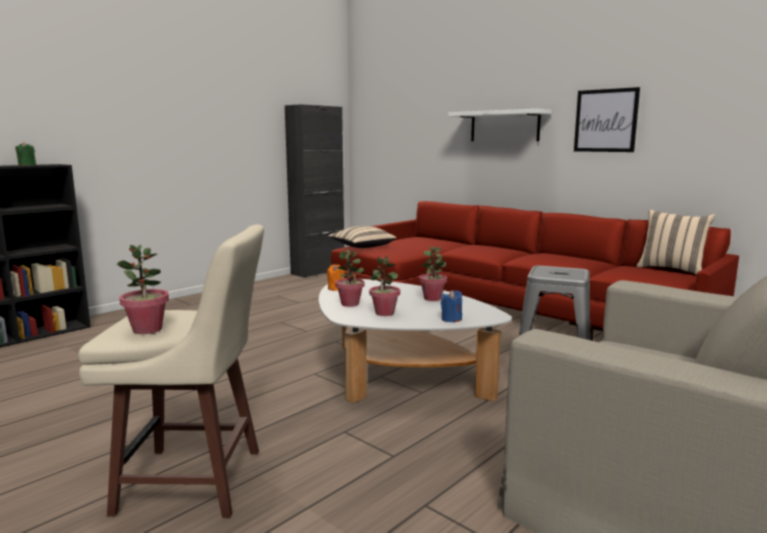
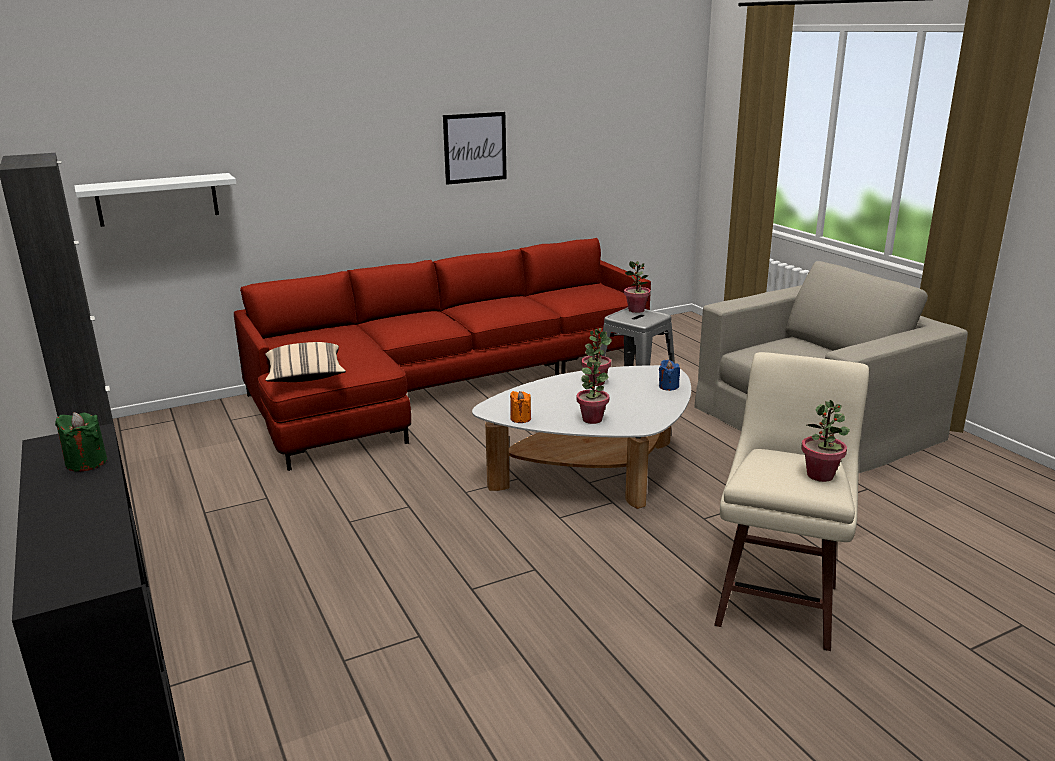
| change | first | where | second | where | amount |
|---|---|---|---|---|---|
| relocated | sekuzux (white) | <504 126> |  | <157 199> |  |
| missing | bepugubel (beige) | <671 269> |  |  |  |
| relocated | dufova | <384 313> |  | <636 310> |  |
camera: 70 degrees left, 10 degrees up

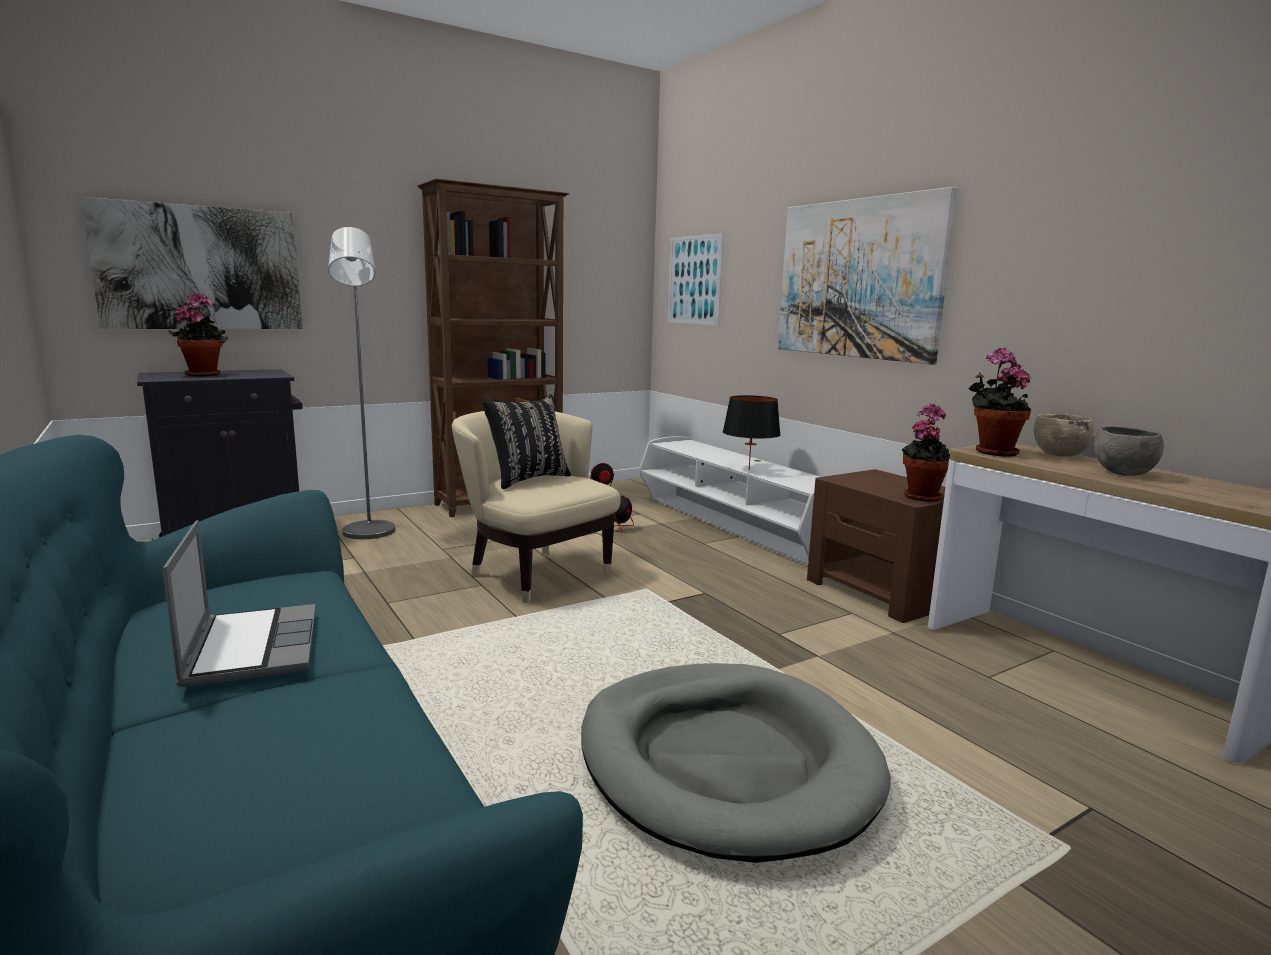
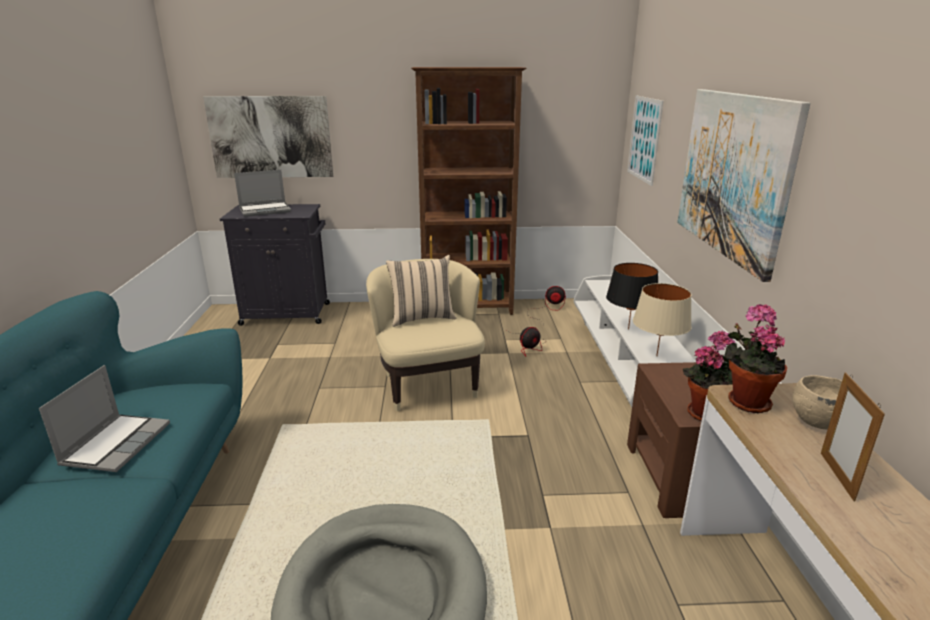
| change | first | where | second | where | amount |
|---|---|---|---|---|---|
| missing | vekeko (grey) | <369 534> |  |  |  |
| exchanged | dufova | <204 374> | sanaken | <266 210> |  |
| colour | bepugubel (black) | <527 479> | bepugubel (beige) | <422 318> |  |
| exchanged | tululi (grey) | <1123 474> | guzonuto | <837 476> |  |
| appeared |  |  | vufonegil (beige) | <656 356> |  |
camera: 30 degrees right, 10 degrees up

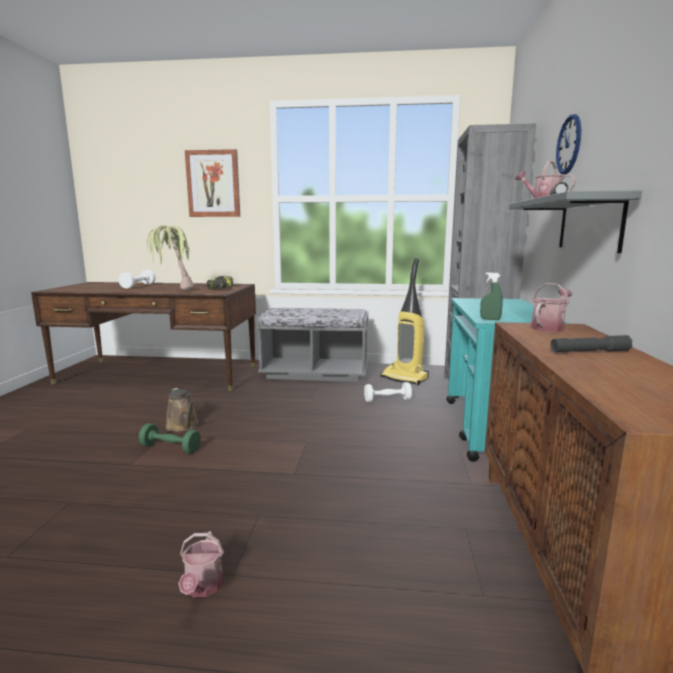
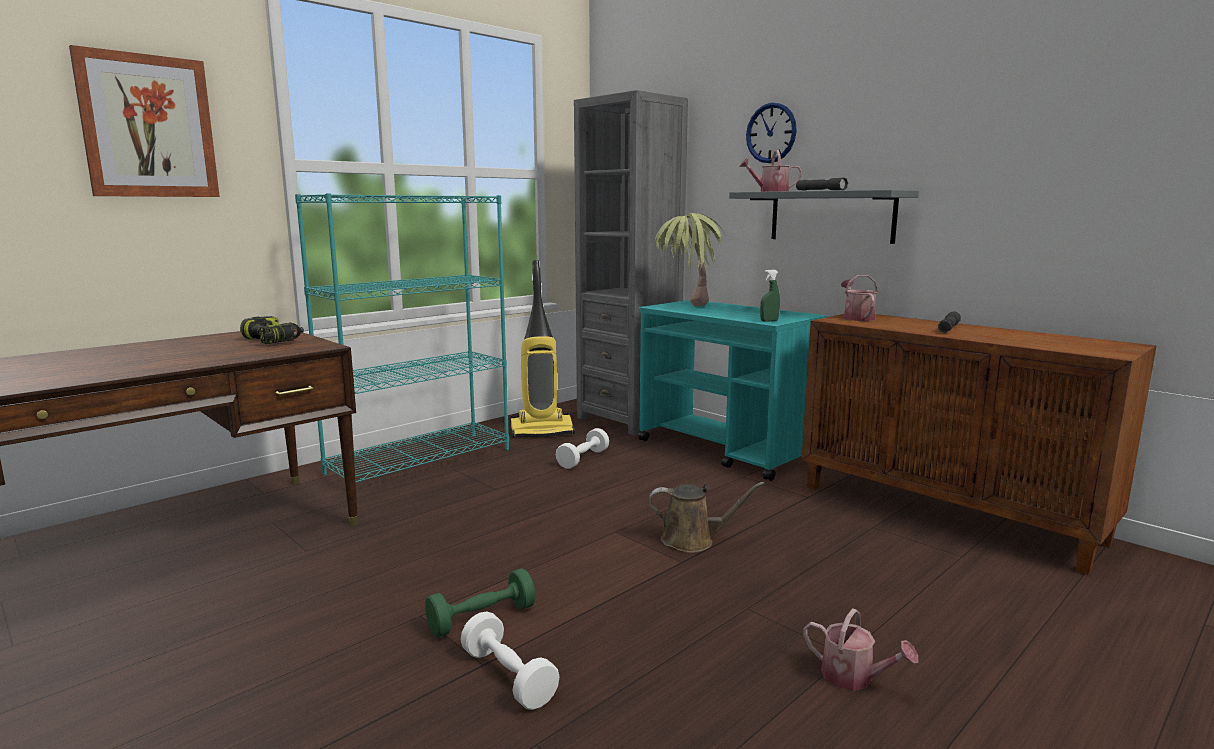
| change | first | where | second | where | amount |
|---|---|---|---|---|---|
| relocated | dufova | <172 290> |  | <686 308> |  |
| relocated | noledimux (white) | <138 286> |  | <508 677> |  |
| exchanged | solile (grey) | <315 373> | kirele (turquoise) | <421 461> |  |
| relocated | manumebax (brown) | <183 426> |  | <693 541> |  |
camera: 50 degrees left, 0 degrees up

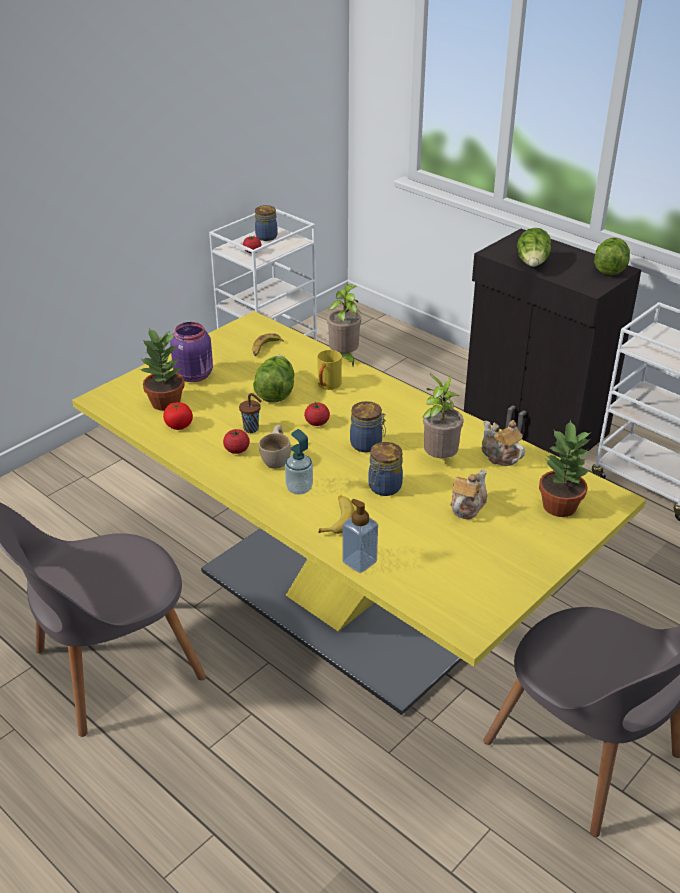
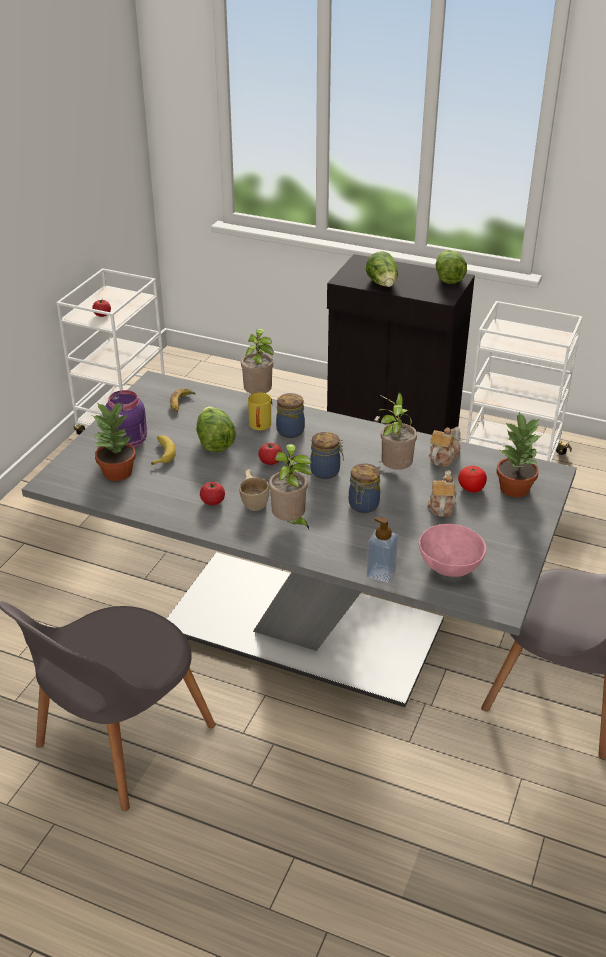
| change | first | where | second | where | amount |
|---|---|---|---|---|---|
| relocated | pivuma | <267 236> |  | <290 430> |  |
| colour | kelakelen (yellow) | <339 603> | kelakelen (grey) | <302 626> |  |
| missing | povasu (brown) | <252 429> |  |  |  |
| relocated | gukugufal | <179 425> |  | <471 488> |  |
| spun | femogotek | <500 456> |  | <443 457> | 90 degrees clockwise |
| exchanged | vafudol | <299 488> | dufova | <290 523> |  |
| relocated | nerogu | <337 519> |  | <162 453> |  |
| appeared |  |  | tululi (pink) | <448 566> |  |
camera: 20 degrees left, 0 degrees up

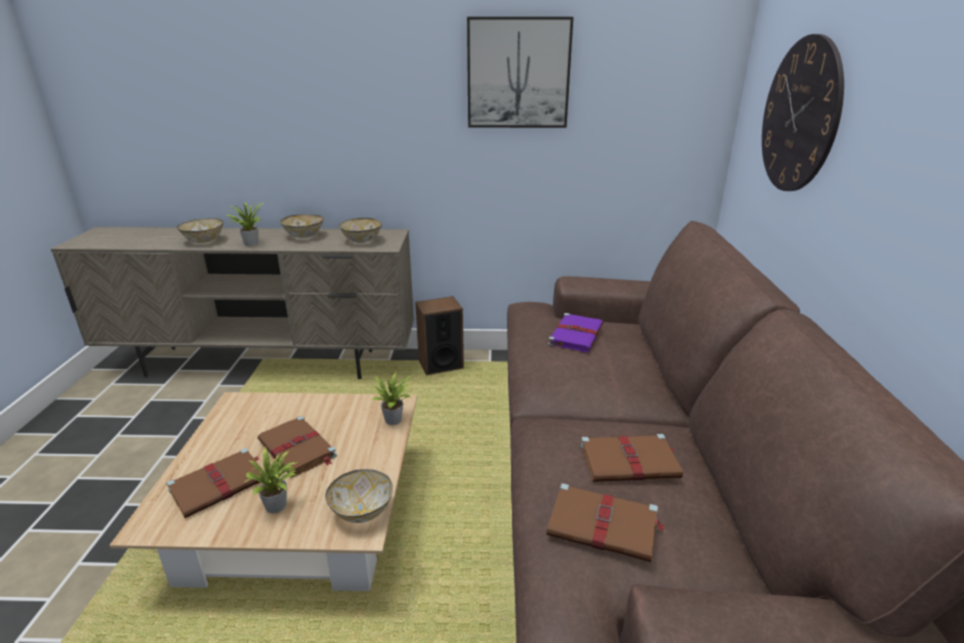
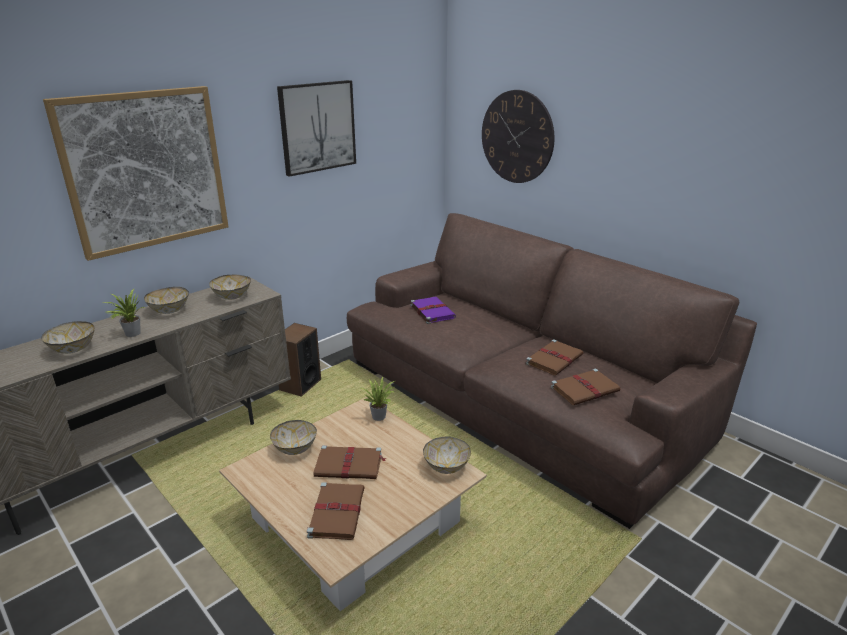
| change | first | where | second | where | amount |
|---|---|---|---|---|---|
| missing | dufova | <278 506> |  |  |  |
| appeared |  |  | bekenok | <146 170> |  |
| appeared |  |  | tululi | <295 448> |  |
camera: 45 degrees left, 0 degrees up

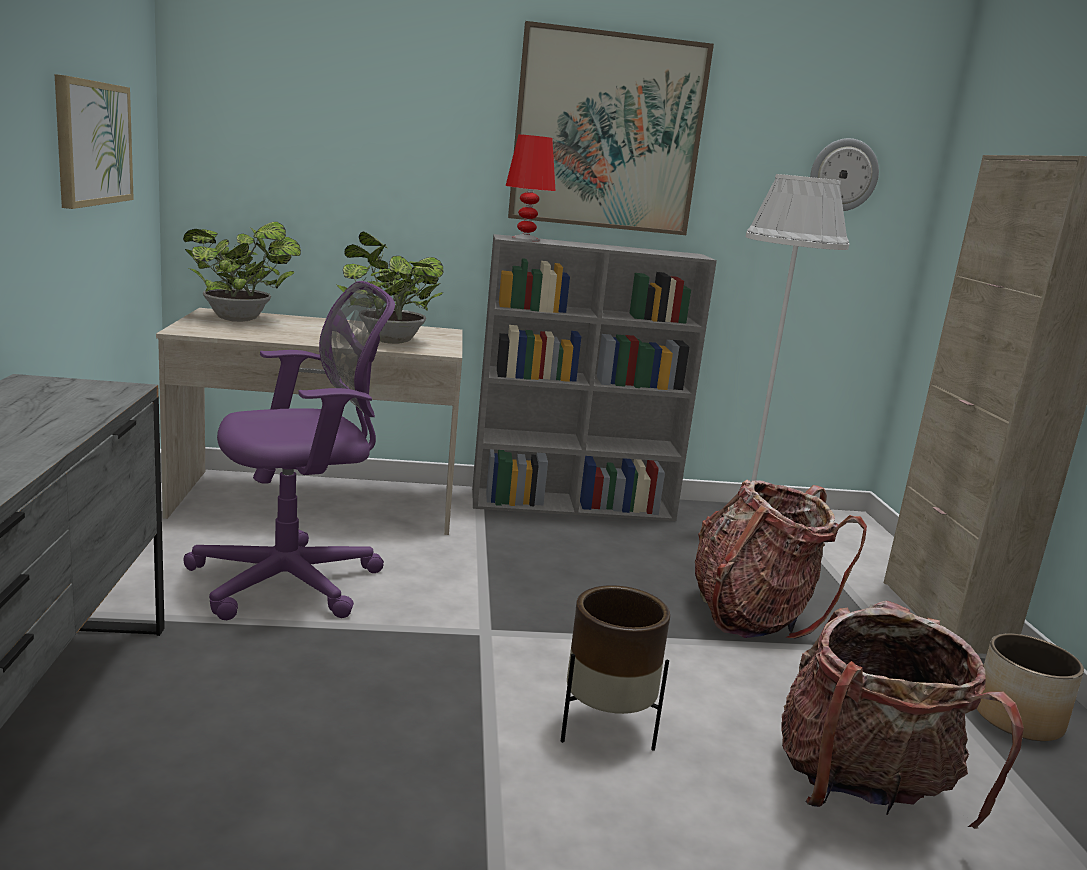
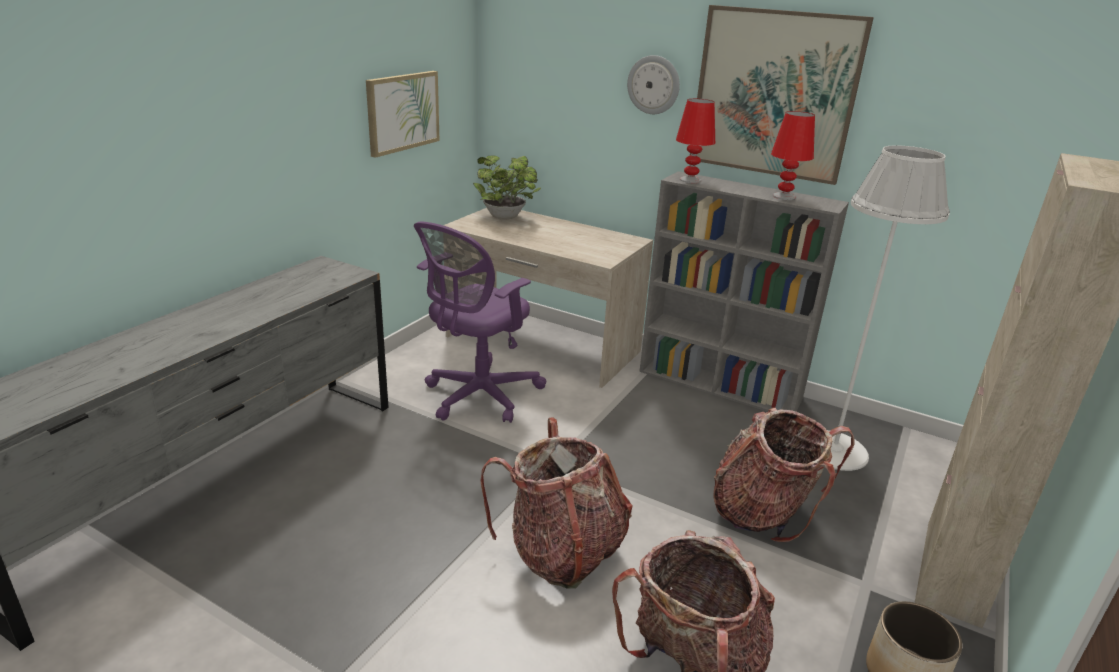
| change | first | where | second | where | amount |
|---|---|---|---|---|---|
| relocated | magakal | <843 175> |  | <653 85> |  |
| missing | dufova | <387 340> |  |  |  |
| spun | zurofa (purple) | <295 581> |  | <478 397> | 120 degrees clockwise |
| exchanged | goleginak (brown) | <605 729> | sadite | <561 552> |  |
| appeared |  |  | vufonegil (red) | <784 196> |  |
camera: 35 degrees right, 10 degrees up

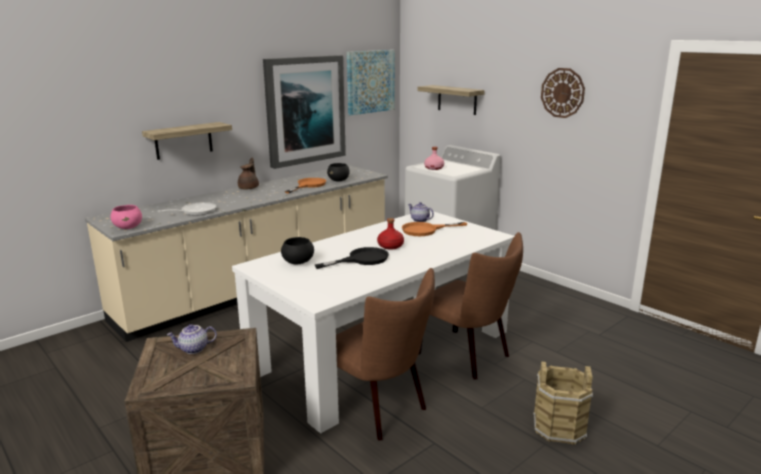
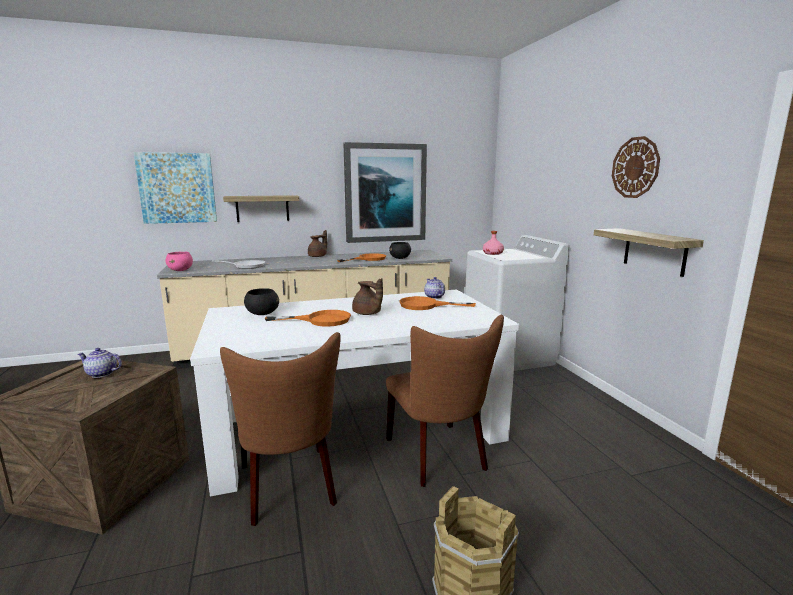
| change | first | where | second | where | amount |
|---|---|---|---|---|---|
| relocated | bekenok | <370 81> |  | <177 188> |  |
| relocated | sekuzux | <457 100> |  | <654 251> |  |
| exchanged | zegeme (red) | <390 246> | femogotek (brown) | <367 313> |  |
| colour | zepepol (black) | <361 259> | zepepol (orange) | <320 320> |  |
camera: 25 degrees right, 5 degrees down

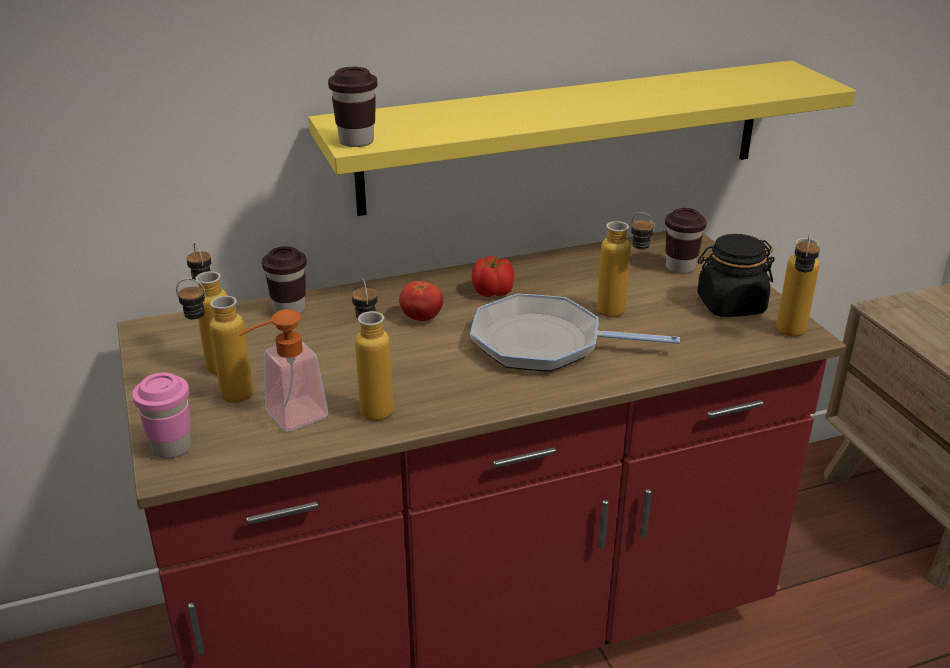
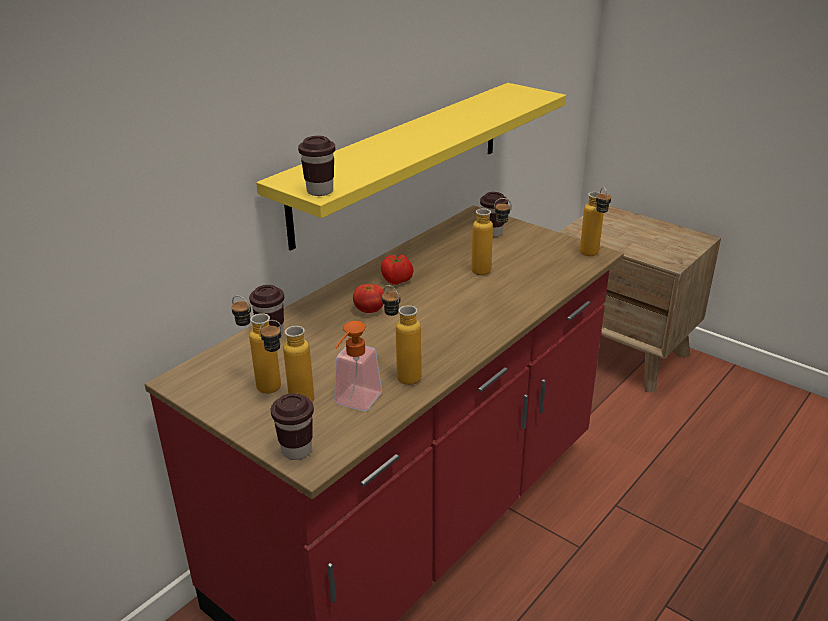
| change | first | where | second | where | amount |
|---|---|---|---|---|---|
| missing | pivuma (black) | <730 305> |  |  |  |
| missing | zepepol | <544 343> |  |  |  |
| colour | povasu (pink) | <171 447> | povasu (brown) | <296 450> |  |
camera: 30 degrees left, 0 degrees up

